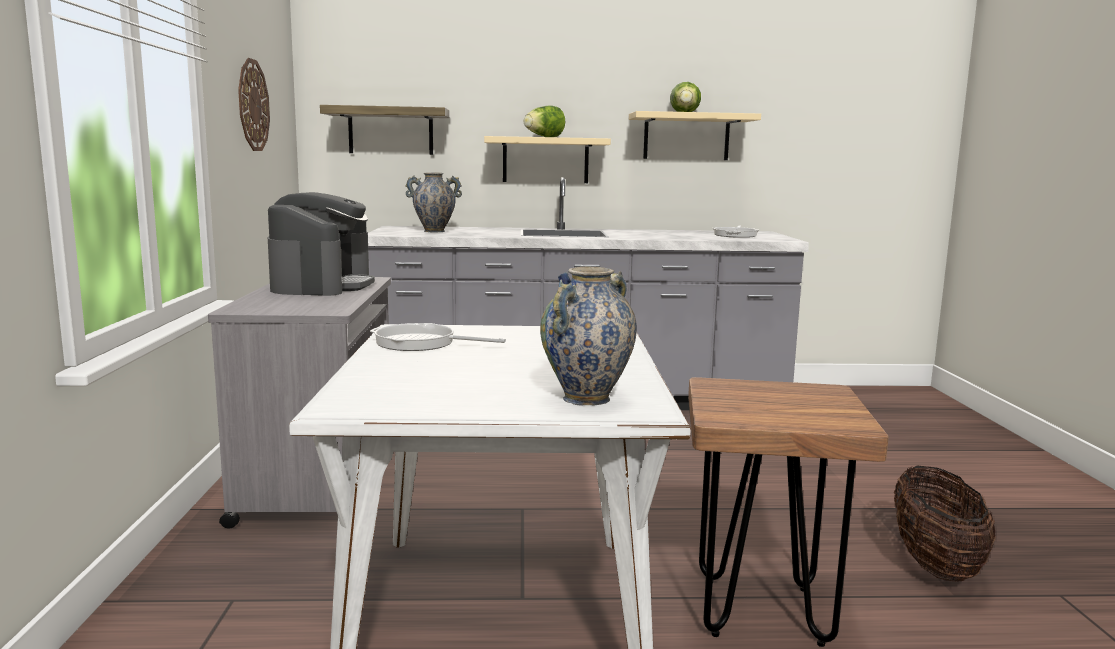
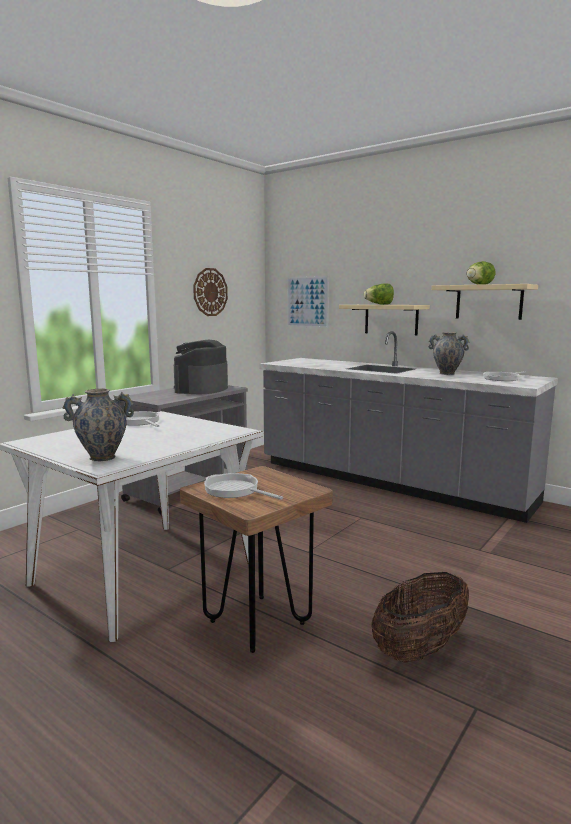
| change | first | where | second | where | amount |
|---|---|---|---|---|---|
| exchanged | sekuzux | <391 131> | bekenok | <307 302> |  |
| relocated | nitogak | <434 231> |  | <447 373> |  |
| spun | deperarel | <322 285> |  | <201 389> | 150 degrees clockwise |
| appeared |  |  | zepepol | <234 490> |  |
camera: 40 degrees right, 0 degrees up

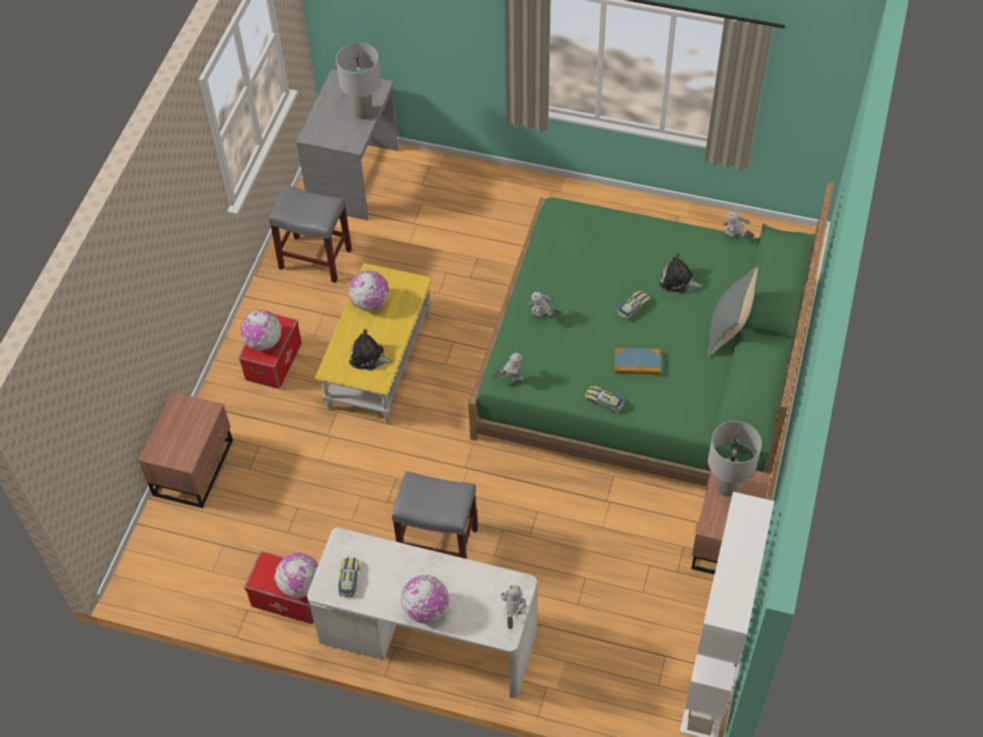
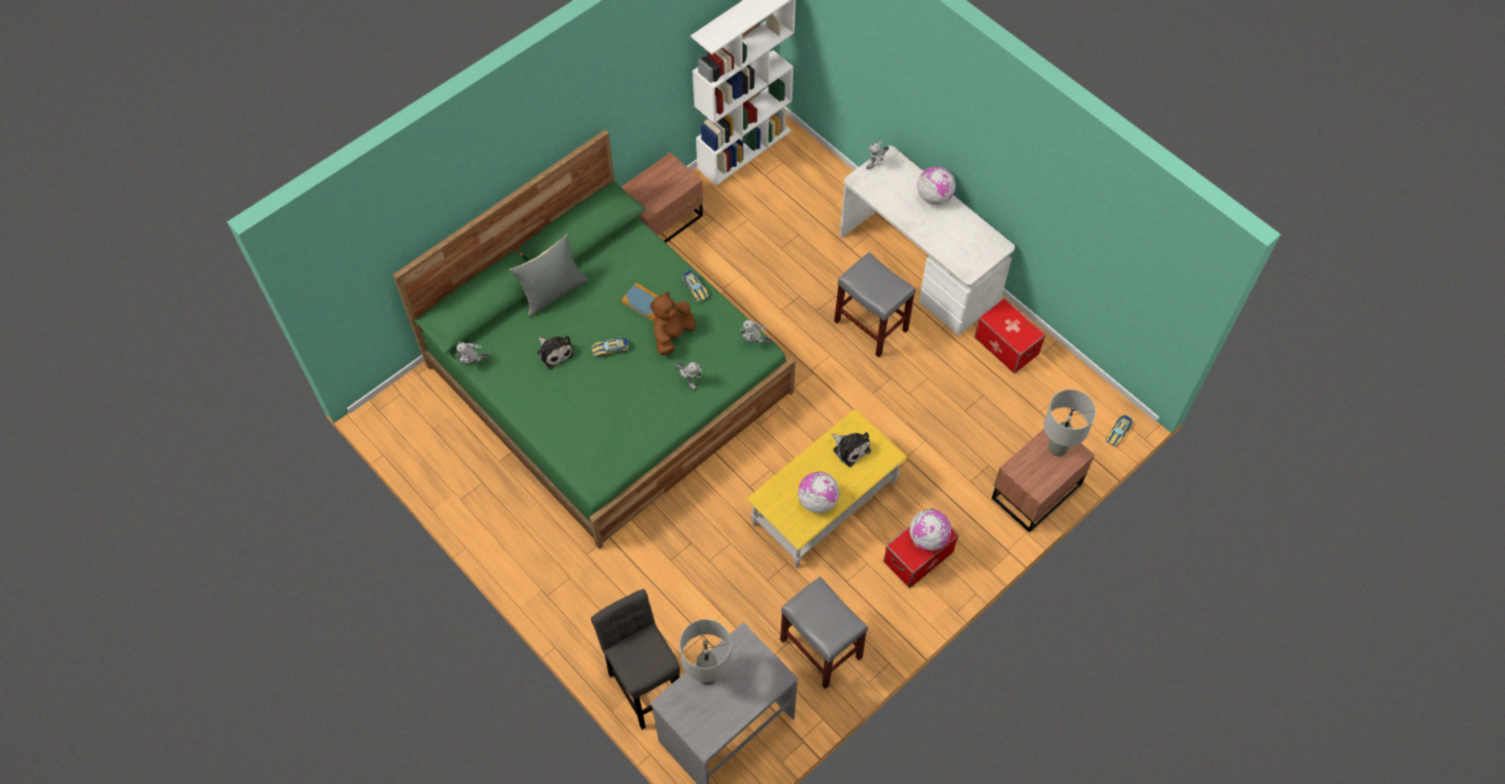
| change | first | where | second | where | amount |
|---|---|---|---|---|---|
| spun | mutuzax | <735 239> |  | <474 364> | 120 degrees clockwise |
| relocated | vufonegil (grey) | <726 487> |  | <1058 448> |  |
| missing | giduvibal | <300 585> |  |  |  |
| relocated | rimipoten | <349 579> |  | <1118 432> |  |
| appeared |  |  | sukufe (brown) | <672 335> |  |
| appeared |  |  | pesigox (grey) | <645 684> |  |
camera: 150 degrees left, 5 degrees up

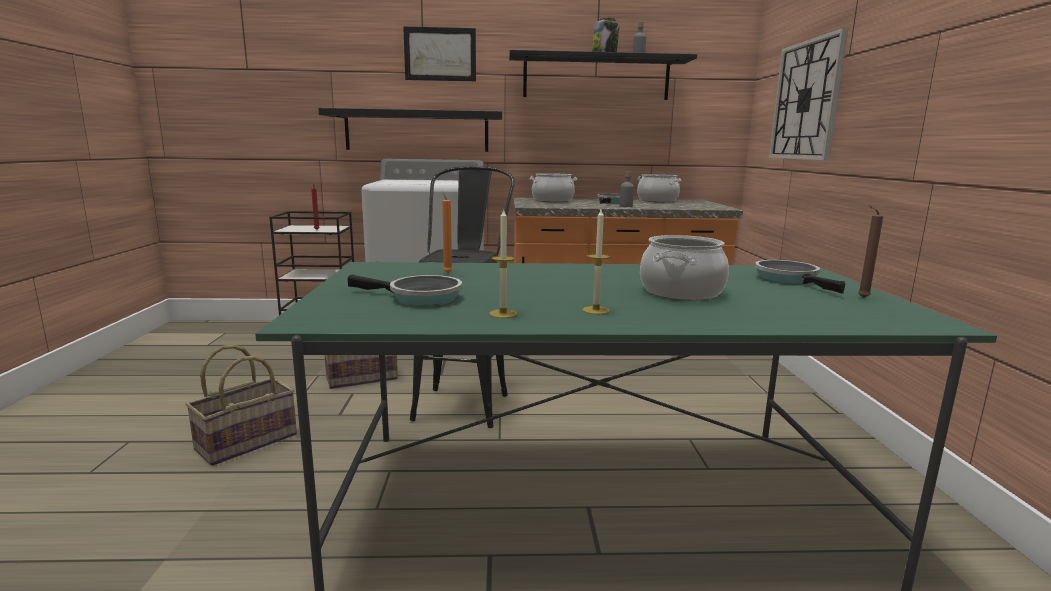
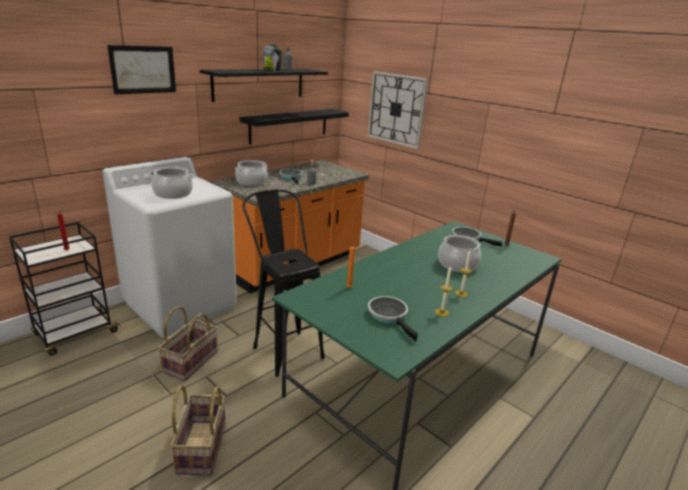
| change | first | where | second | where | amount |
|---|---|---|---|---|---|
| relocated | sekuzux (black) | <417 131> |  | <289 125> |  |
| relocated | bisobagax | <657 200> |  | <173 194> |  |
| spun | zepepol | <419 298> |  | <389 316> | 90 degrees counterclockwise |
camera: 45 degrees left, 10 degrees up

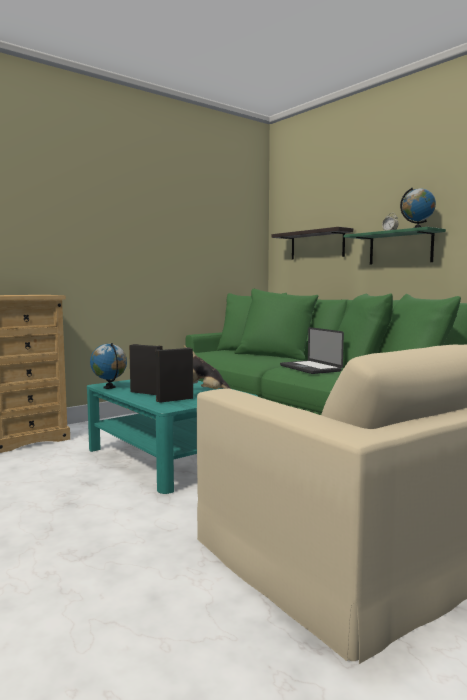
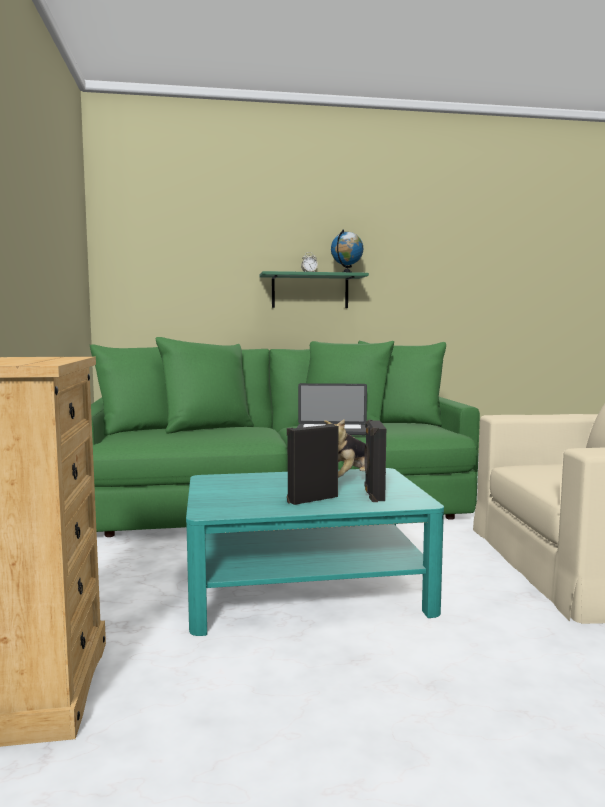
| change | first | where | second | where | amount |
|---|---|---|---|---|---|
| missing | sekuzux | <317 245> |  |  |  |
| missing | giduvibal | <109 387> |  |  |  |
camera: 60 degrees left, 0 degrees up

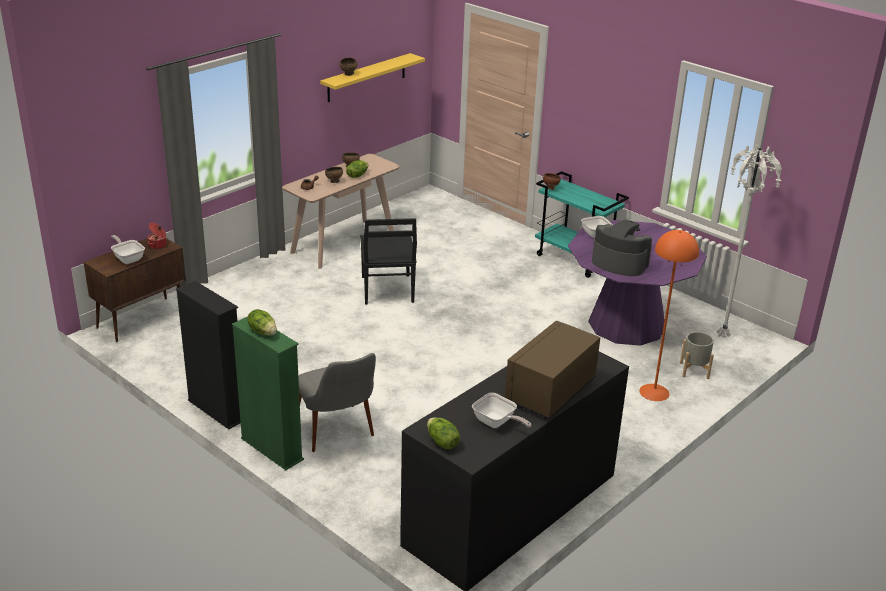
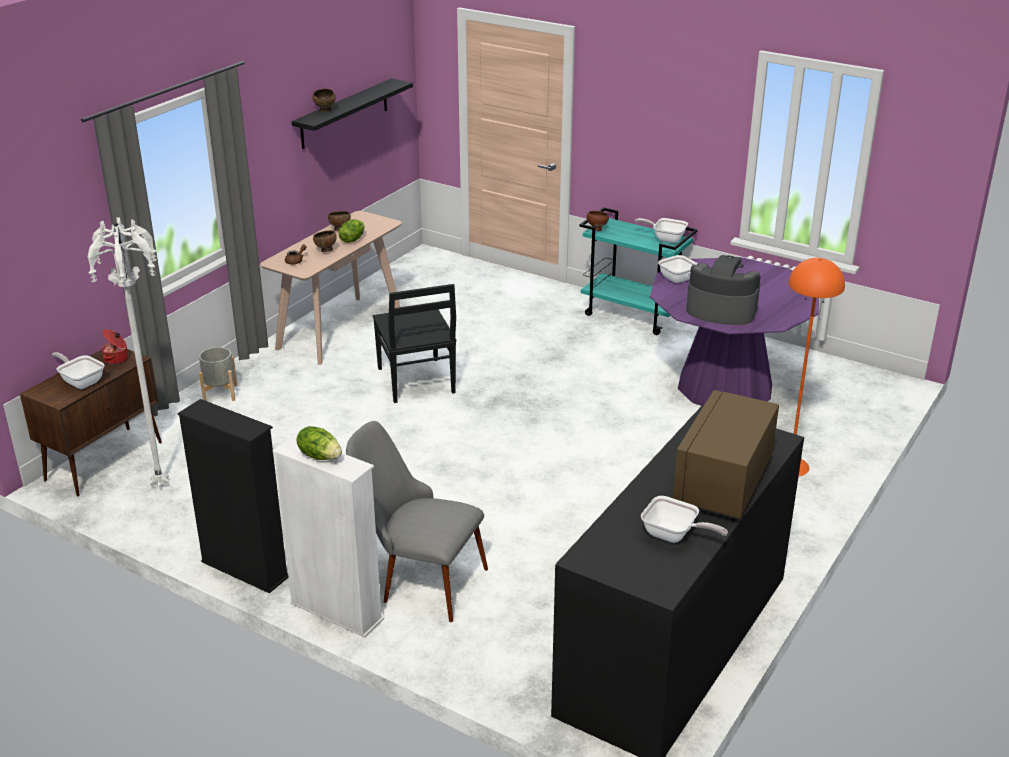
| change | first | where | second | where | amount |
|---|---|---|---|---|---|
| colour | sekuzux (yellow) | <366 77> | sekuzux (black) | <344 113> |  |
| relocated | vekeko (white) | <724 336> |  | <162 485> |  |
| colour | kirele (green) | <271 449> | kirele (white) | <336 611> |  |
| relocated | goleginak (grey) | <694 370> |  | <220 393> |  |
| spun | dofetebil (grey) | <338 436> |  | <419 580> | 150 degrees clockwise |
| missing | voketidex | <442 442> |  |  |  |
| appeared |  |  | zepepol | <665 238> |  |
camera: 10 degrees left, 0 degrees up

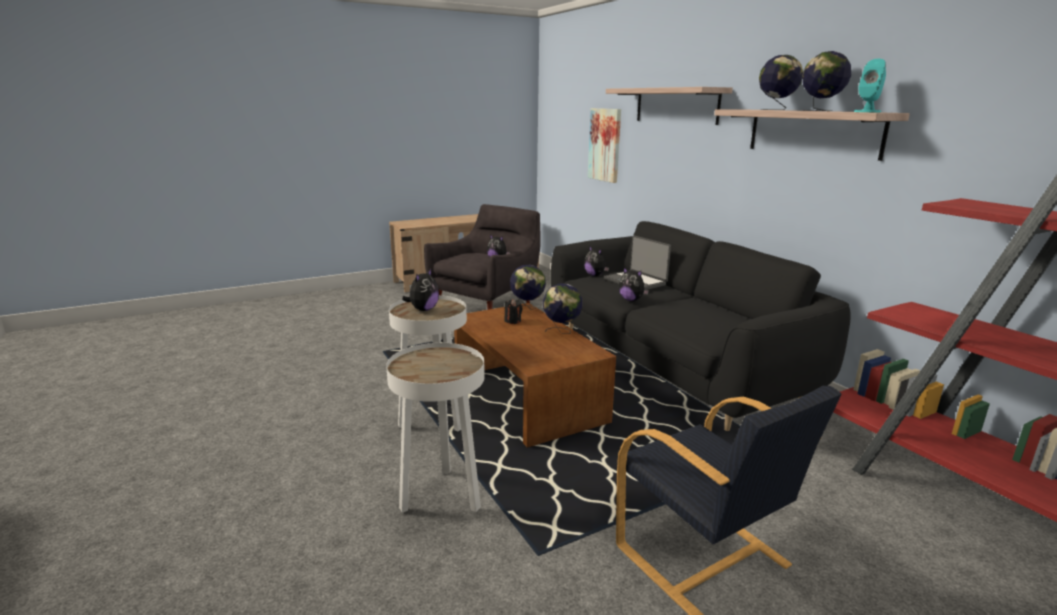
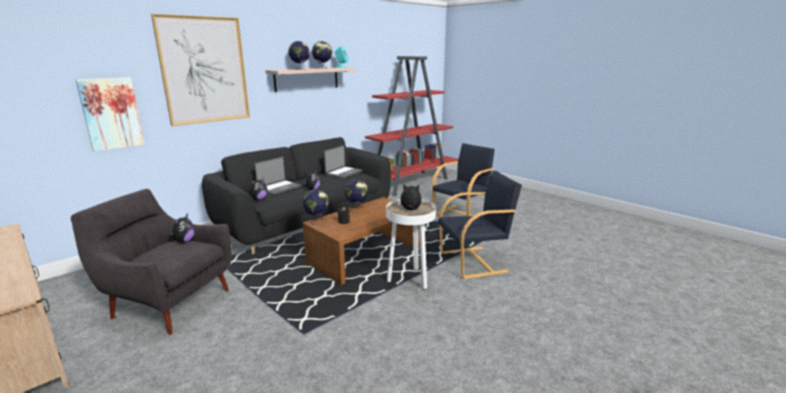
| change | first | where | second | where | amount |
|---|---|---|---|---|---|
| exchanged | sekuzux | <676 105> | bekenok | <204 70> |  |
| exchanged | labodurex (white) | <441 497> | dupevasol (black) | <474 262> |  |
| appeared |  |  | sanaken | <343 173> |  |
camera: 105 degrees left, 0 degrees up

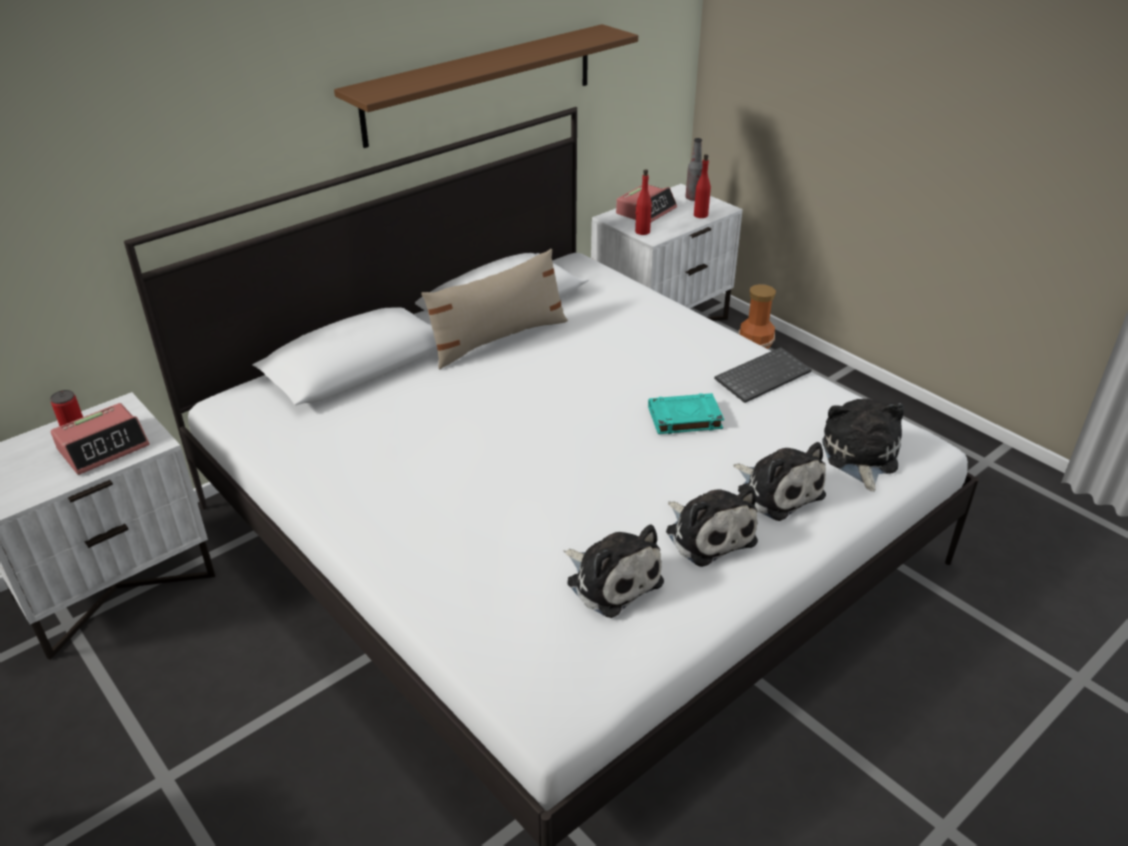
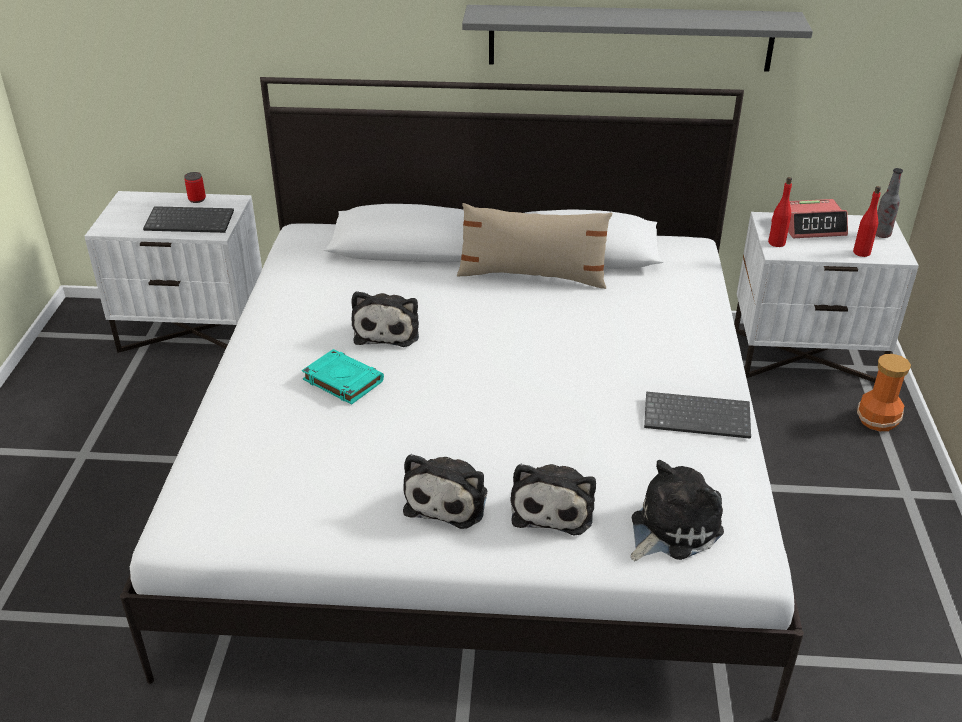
| change | first | where | second | where | amount |
|---|---|---|---|---|---|
| colour | sekuzux (brown) | <481 84> | sekuzux (grey) | <630 38> |  |
| relocated | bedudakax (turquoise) | <684 418> |  | <342 380> |  |
| exchanged | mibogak | <104 447> | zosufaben | <191 221> |  |
| relocated | sukufe | <611 580> |  | <388 330> |  |
camera: 45 degrees right, 0 degrees up

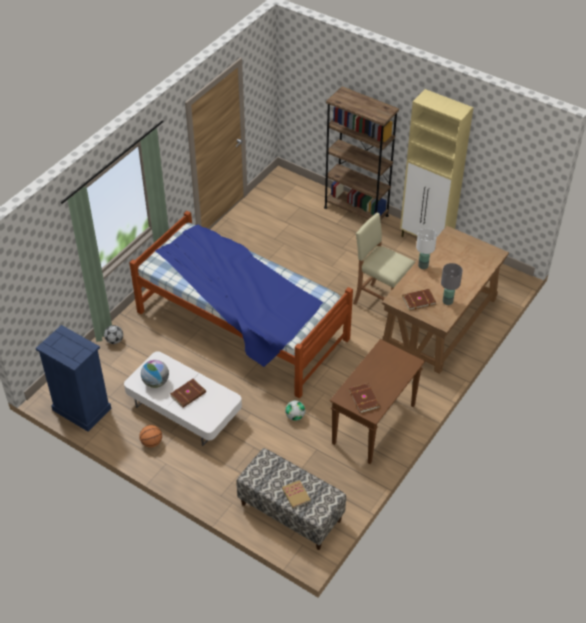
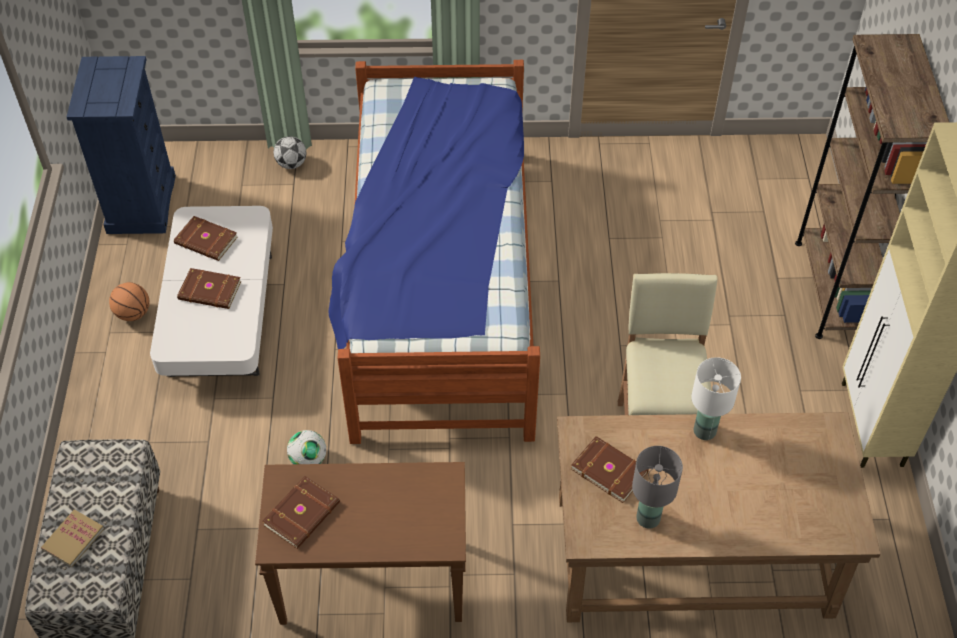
| change | first | where | second | where | amount |
|---|---|---|---|---|---|
| exchanged | giduvibal | <156 382> | bedudakax (brown) | <206 241> |  |
camera: 55 degrees right, 5 degrees up

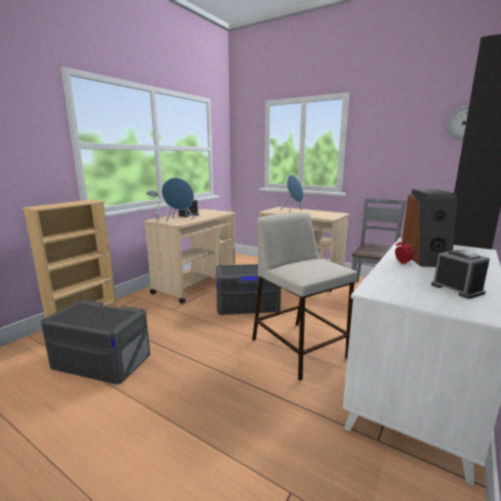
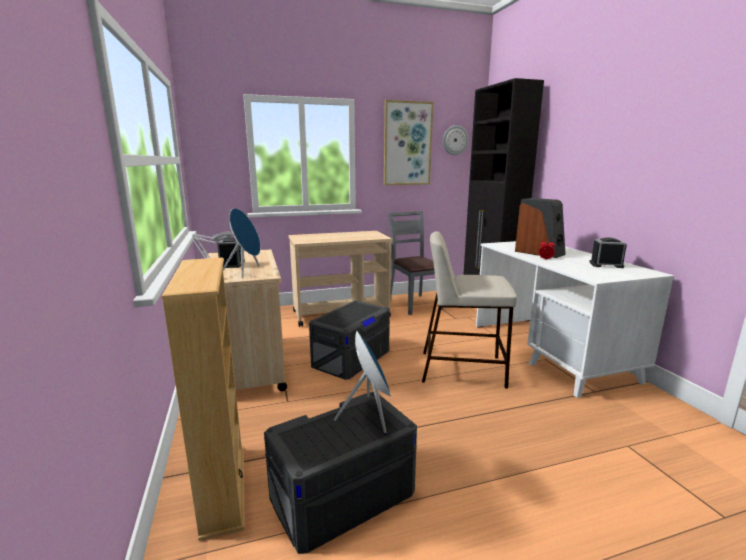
| change | first | where | second | where | amount |
|---|---|---|---|---|---|
| relocated | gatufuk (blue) | <293 211> |  | <369 414> |  |
| appeared |  |  | bekenok | <407 144> |  |
camera: 50 degrees left, 0 degrees up

